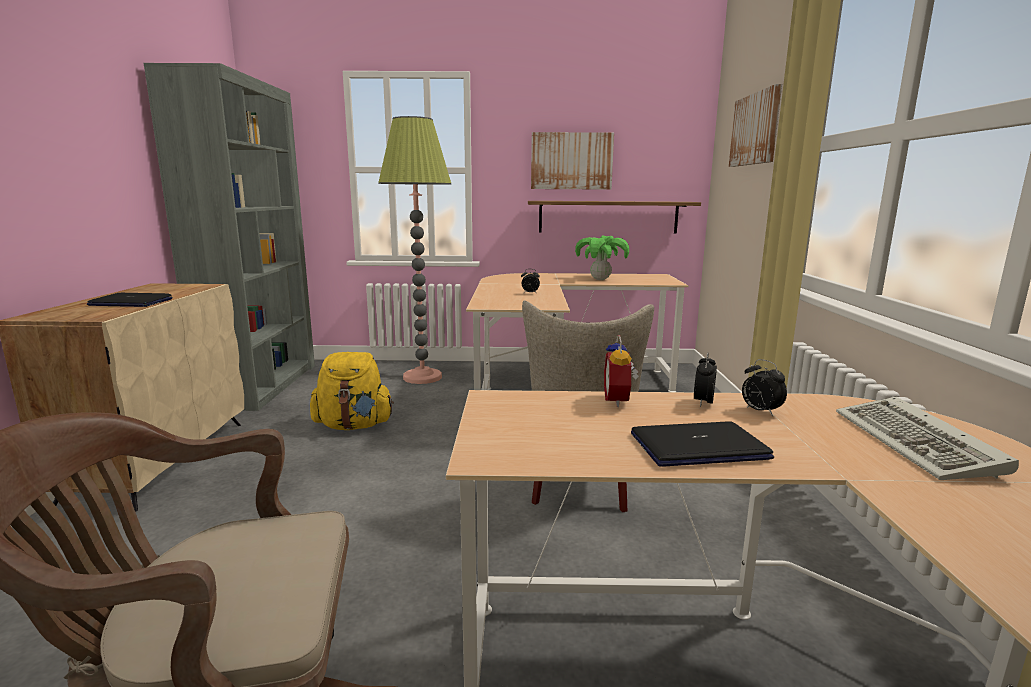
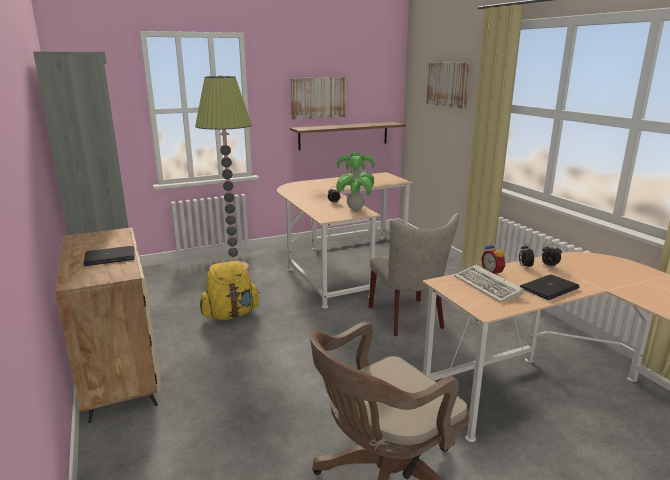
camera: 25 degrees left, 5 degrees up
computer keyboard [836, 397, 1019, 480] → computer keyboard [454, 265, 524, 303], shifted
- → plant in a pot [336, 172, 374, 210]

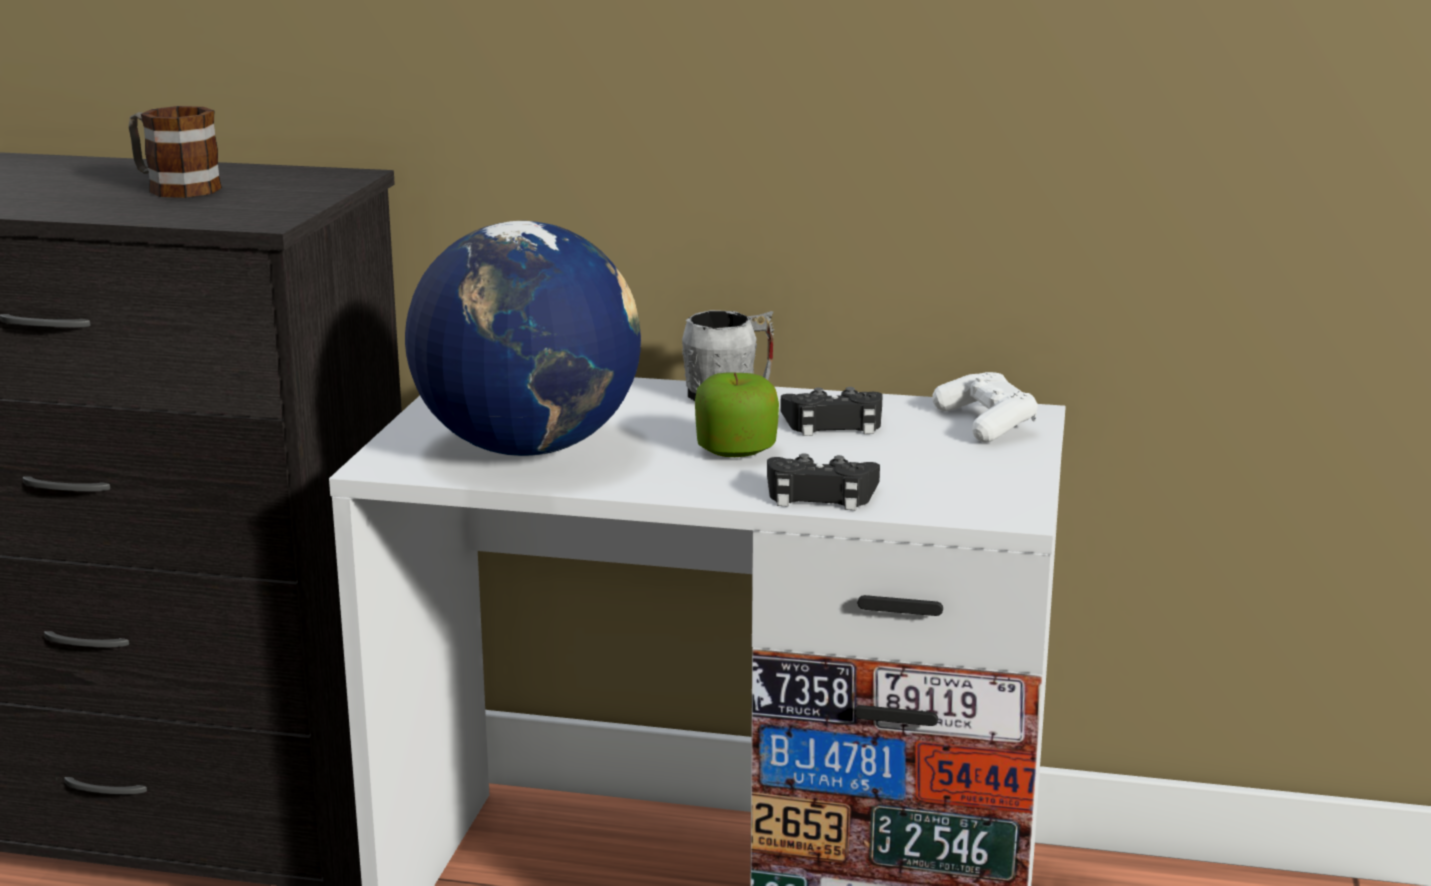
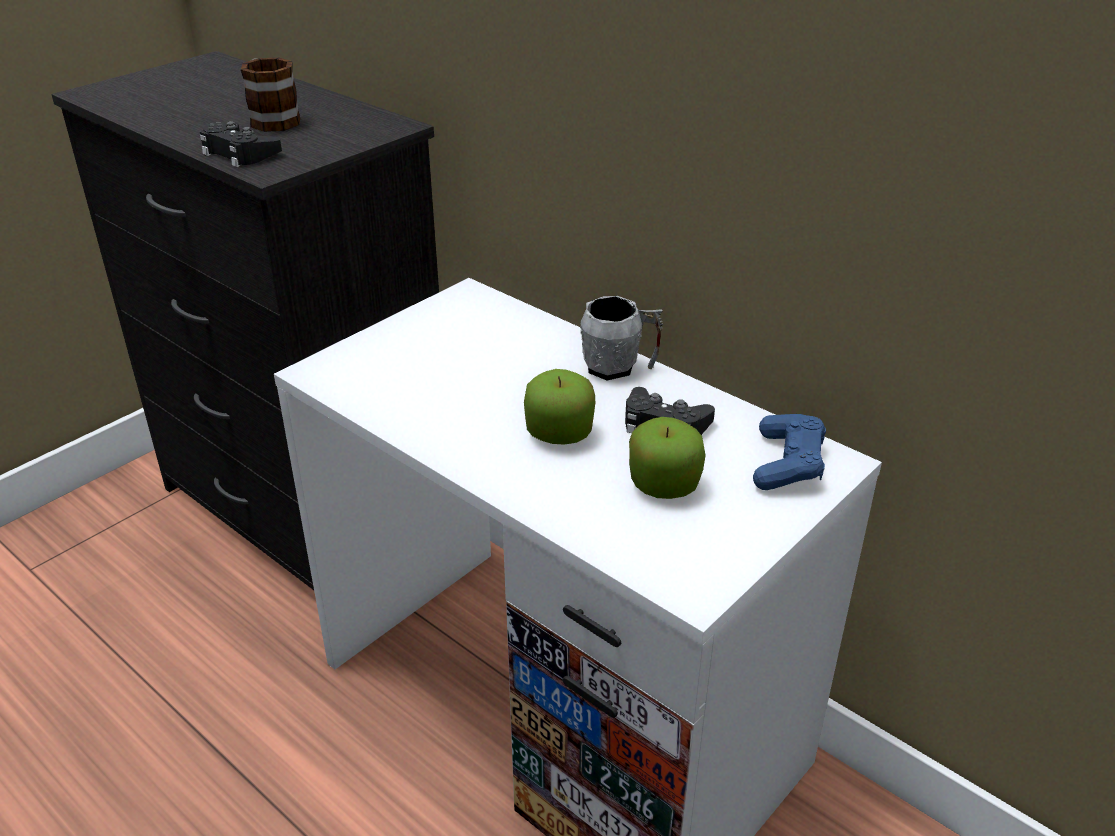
camera: 30 degrees right, 15 degrees up
desk globe [405, 221, 641, 456] → -
game controller/whitish [932, 372, 1038, 442] → game controller/blue [753, 414, 826, 490]
game controller/black-coloured [767, 453, 880, 510] → game controller/black-coloured [200, 121, 282, 167], shifted
- → whole apple [629, 417, 705, 499]

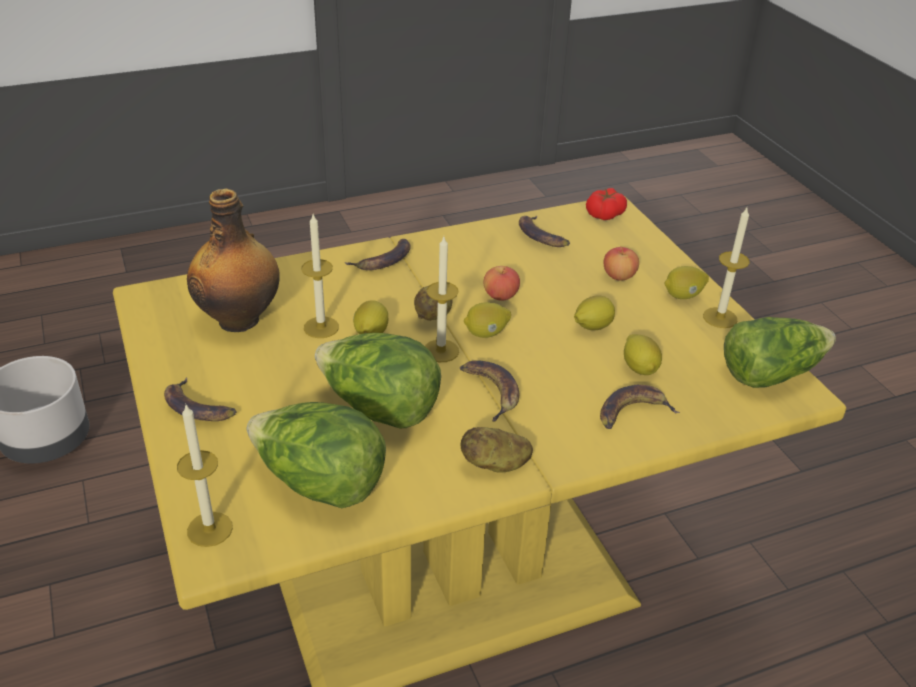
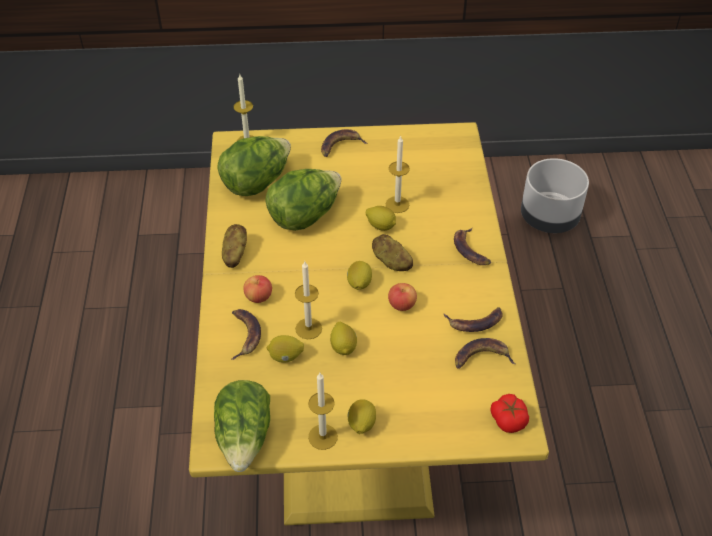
camera: 110 degrees right, 10 degrees up
beverage bottle [187, 189, 280, 332] → -
wax candle [425, 237, 459, 362] → wax candle [295, 262, 322, 339], shifted
whole apple [604, 246, 639, 281] → whole apple [243, 275, 272, 303], shifted
banana [460, 360, 519, 422] → banana [444, 307, 503, 332], shifted

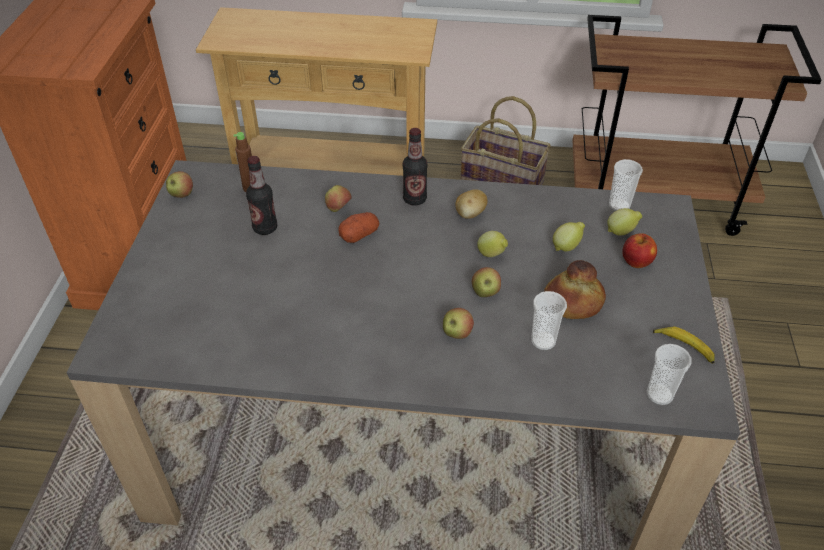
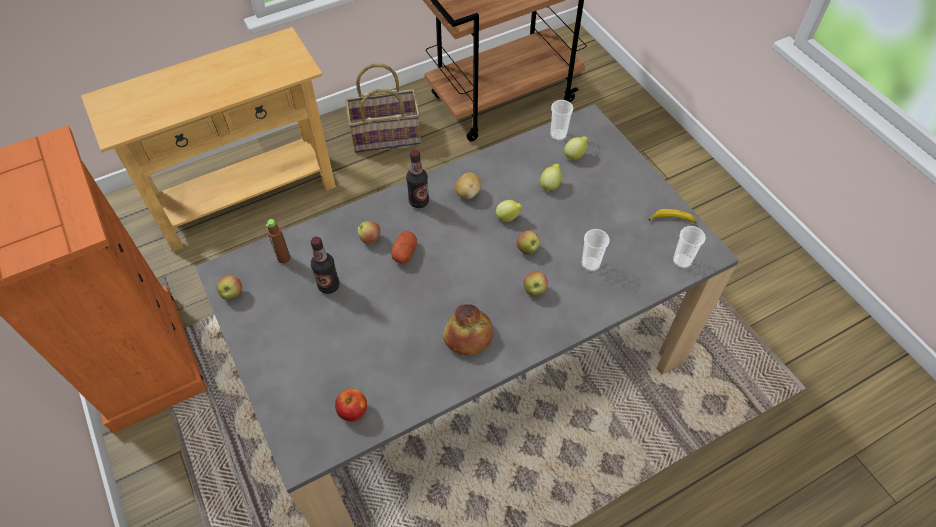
camera: 35 degrees left, 10 degrees up
whole apple [622, 233, 657, 268] → whole apple [335, 388, 367, 421], shifted
baked bread [544, 260, 606, 319] → baked bread [443, 304, 493, 356], shifted

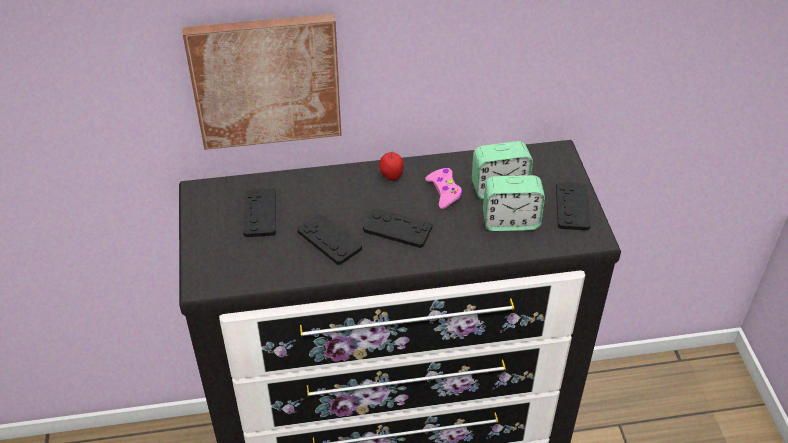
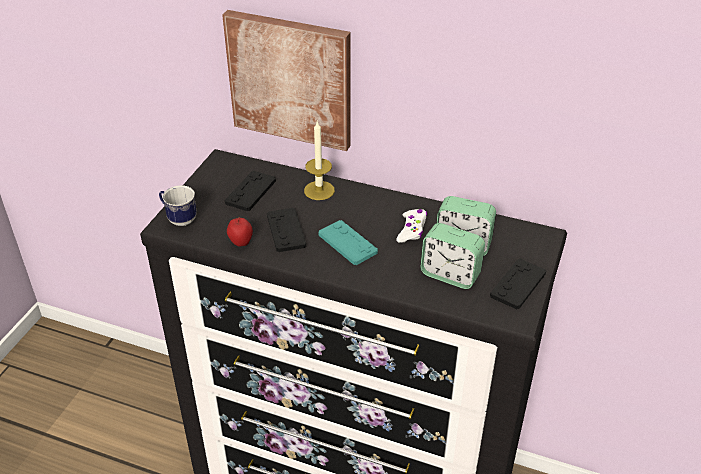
camera: 30 degrees right, 5 degrees down
whole apple [379, 152, 404, 181] → whole apple [227, 217, 253, 246], shifted
game controller/pink [425, 168, 463, 209] → game controller/whitish [396, 209, 427, 243]
game controller/black-coloured [363, 208, 432, 248] → game controller/turquoise [318, 220, 378, 265]
- → wax candle [304, 121, 335, 200]
- → tea mug [159, 185, 197, 226]

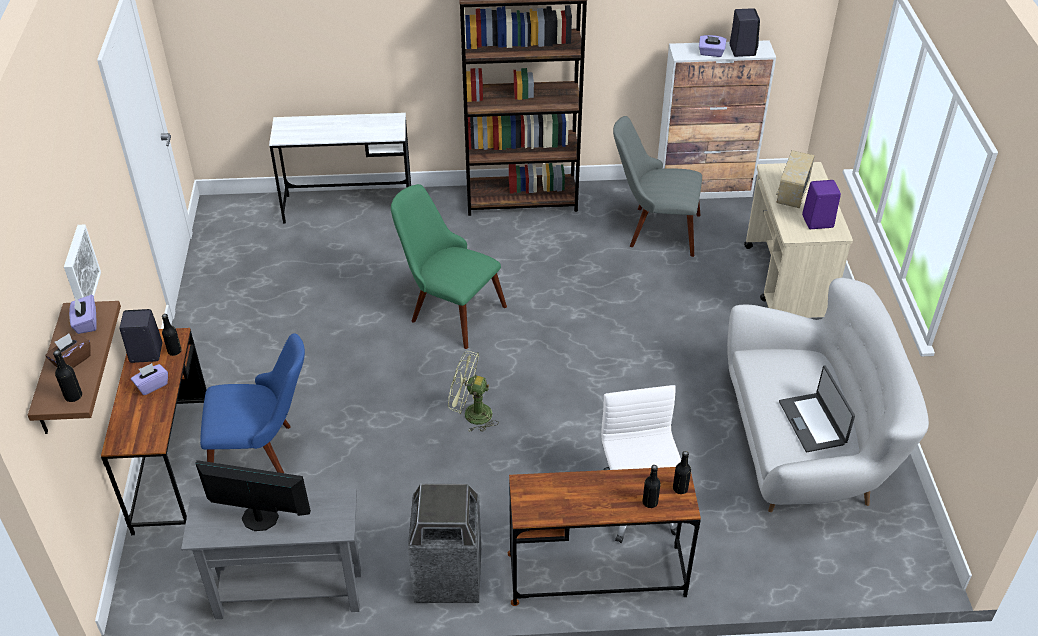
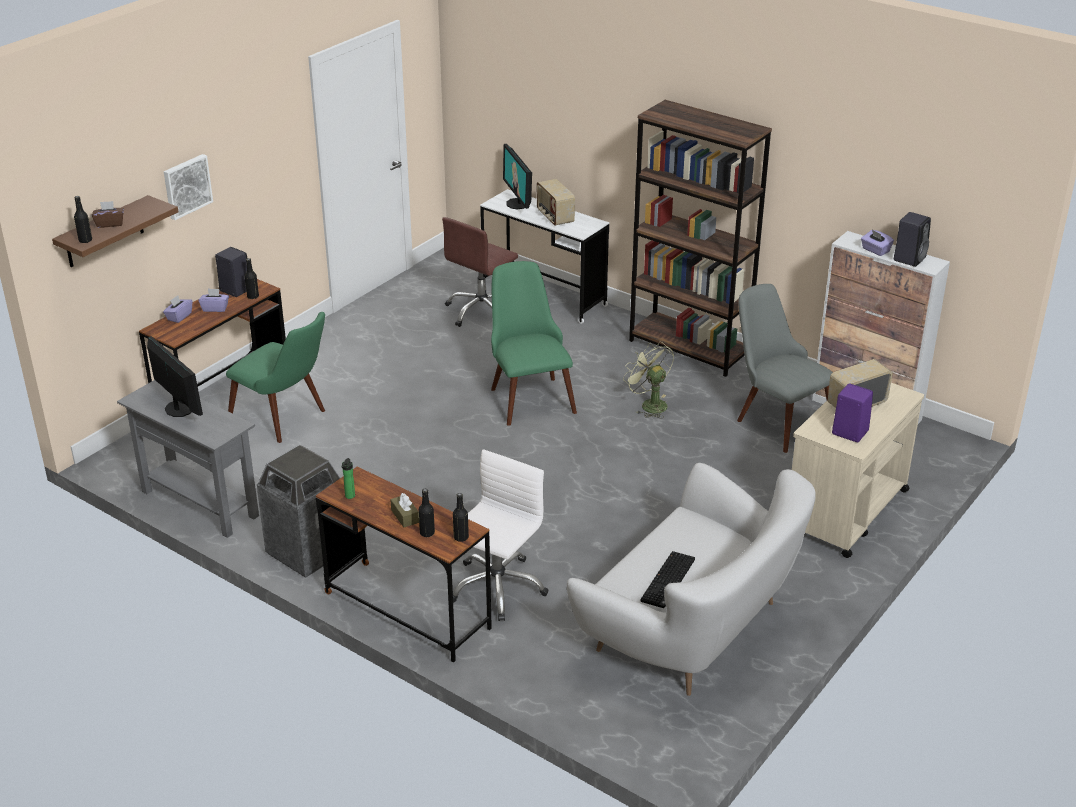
camera: 40 degrees right, 10 degrees down
tissue holder/purple [69, 294, 97, 334] → tissue holder/purple [163, 295, 192, 323], shifted
plain chair/blue [200, 333, 305, 473] → plain chair/green [226, 312, 325, 443]
fan/green [448, 351, 499, 432] → fan/green [623, 341, 674, 418], shifted
notebook computer [779, 366, 855, 452] → computer keyboard [641, 551, 695, 608]
- → computer display [503, 144, 532, 209]
- → radio receiver [537, 179, 575, 226]
- → computer chair/brown [442, 217, 518, 327]
- → beverage bottle [342, 458, 355, 499]
- → tissue holder/brown [390, 493, 419, 527]

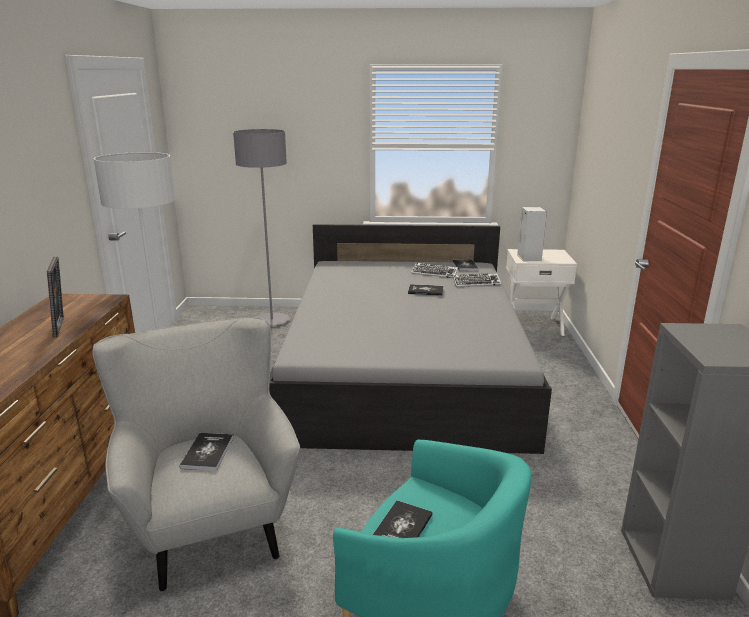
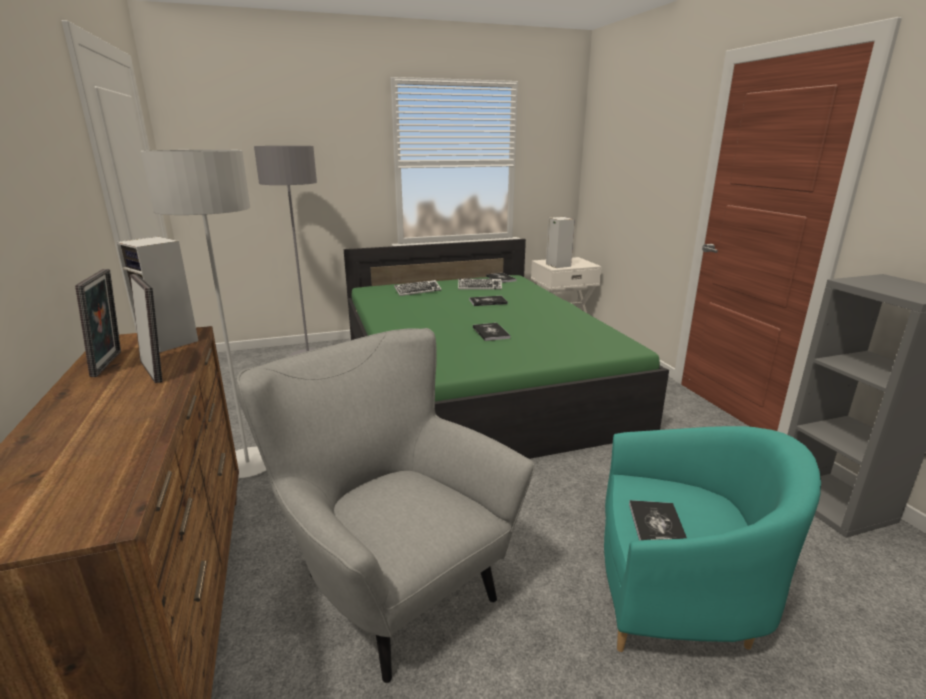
camera: 20 degrees left, 0 degrees up
bed/gray [269, 224, 552, 454] → bed/green [344, 239, 669, 459]
computer keyboard [453, 273, 501, 287] → computer keyboard [394, 280, 442, 296], shifted
volume [180, 433, 233, 471] → volume [473, 323, 511, 341], shifted
- → speaker [116, 236, 198, 353]
- → standing frame [75, 269, 121, 377]

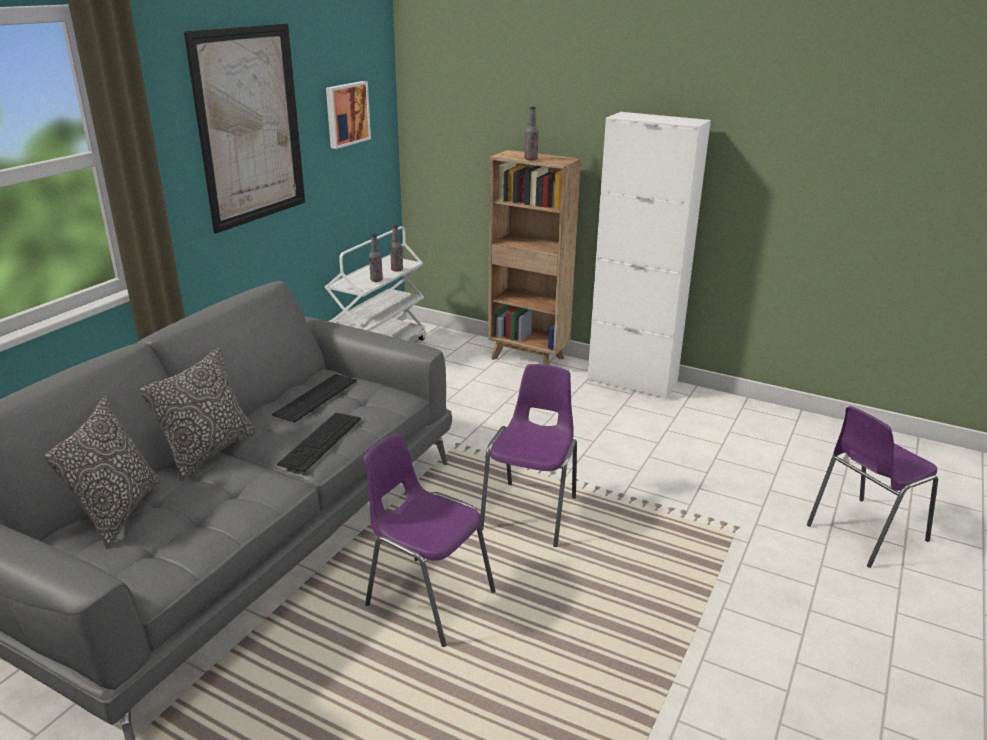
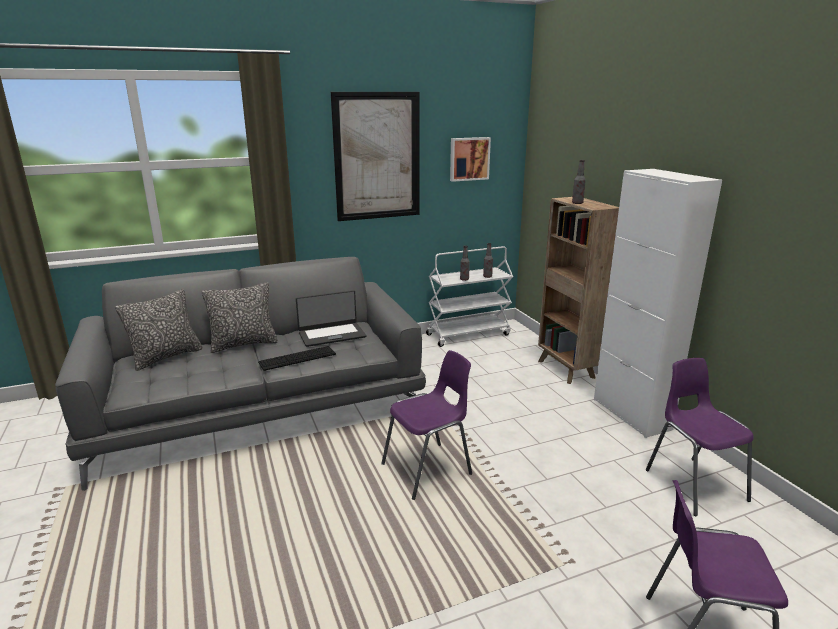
camera: 40 degrees right, 5 degrees down
computer keyboard [272, 374, 357, 423] → notebook computer [296, 290, 366, 347]
plain chair/purple [364, 433, 496, 647] → plain chair/purple [646, 358, 754, 516], shifted

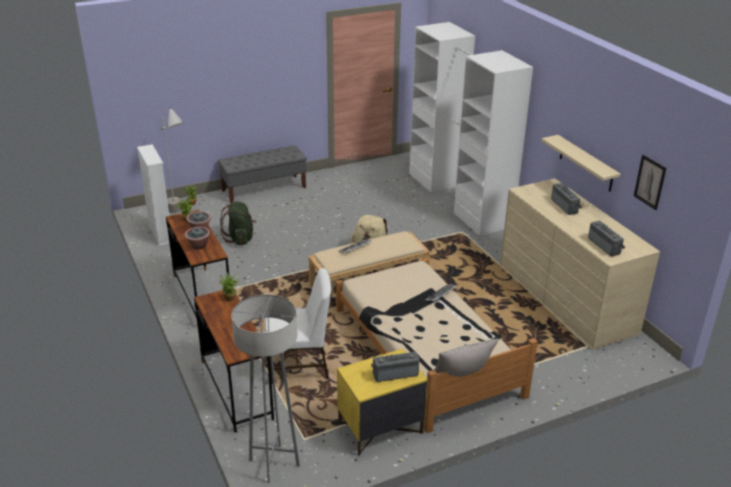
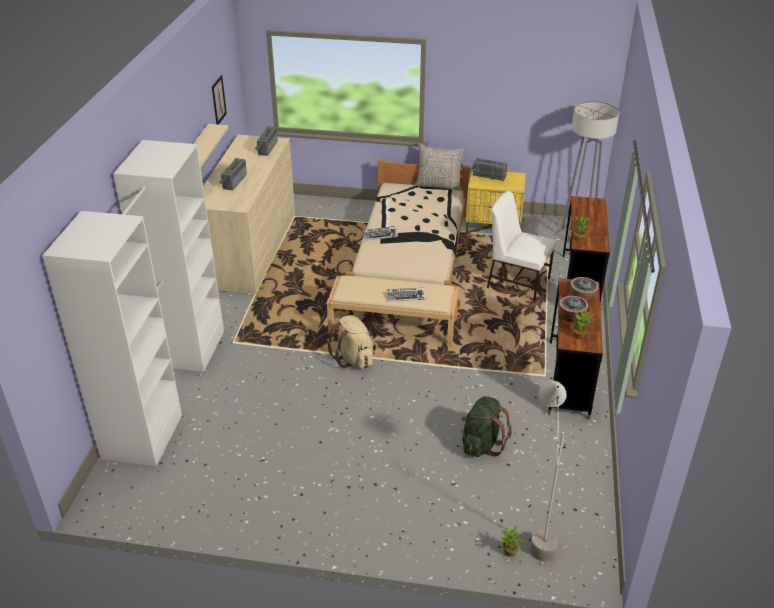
camera: 145 degrees left, 5 degrees up
bookcase/whitish [137, 144, 170, 246] → -
long seat/gray [218, 145, 307, 203] → -

